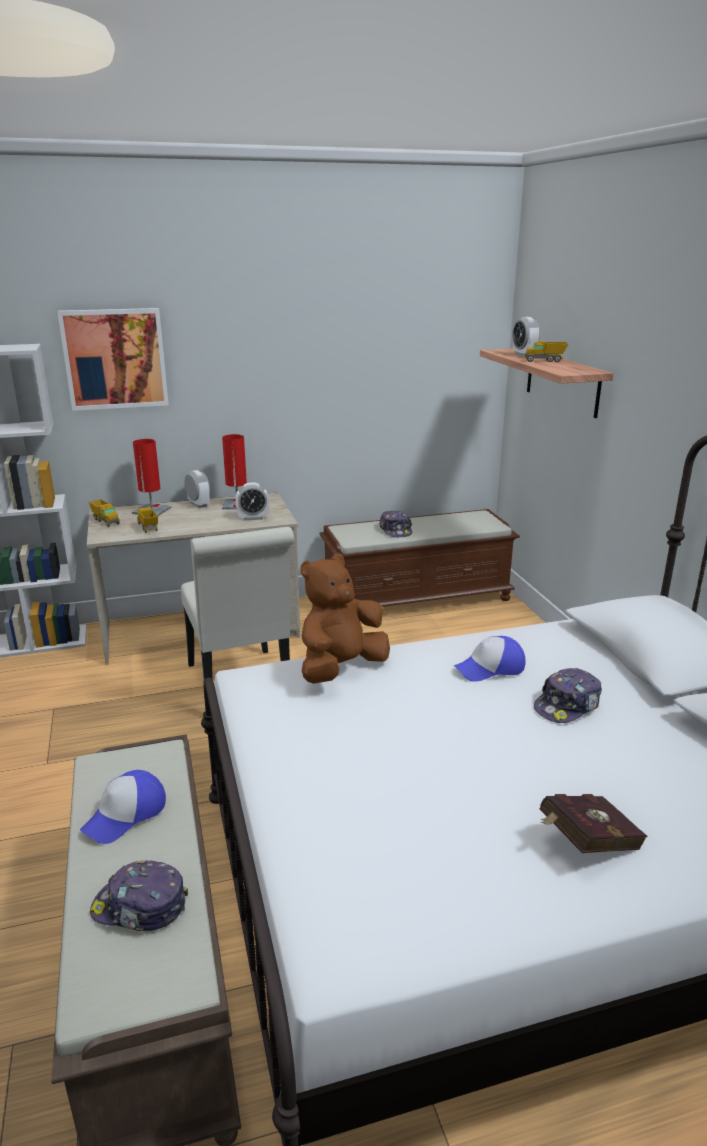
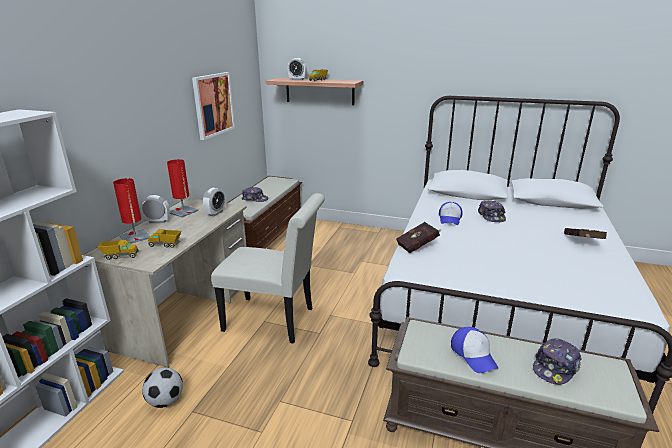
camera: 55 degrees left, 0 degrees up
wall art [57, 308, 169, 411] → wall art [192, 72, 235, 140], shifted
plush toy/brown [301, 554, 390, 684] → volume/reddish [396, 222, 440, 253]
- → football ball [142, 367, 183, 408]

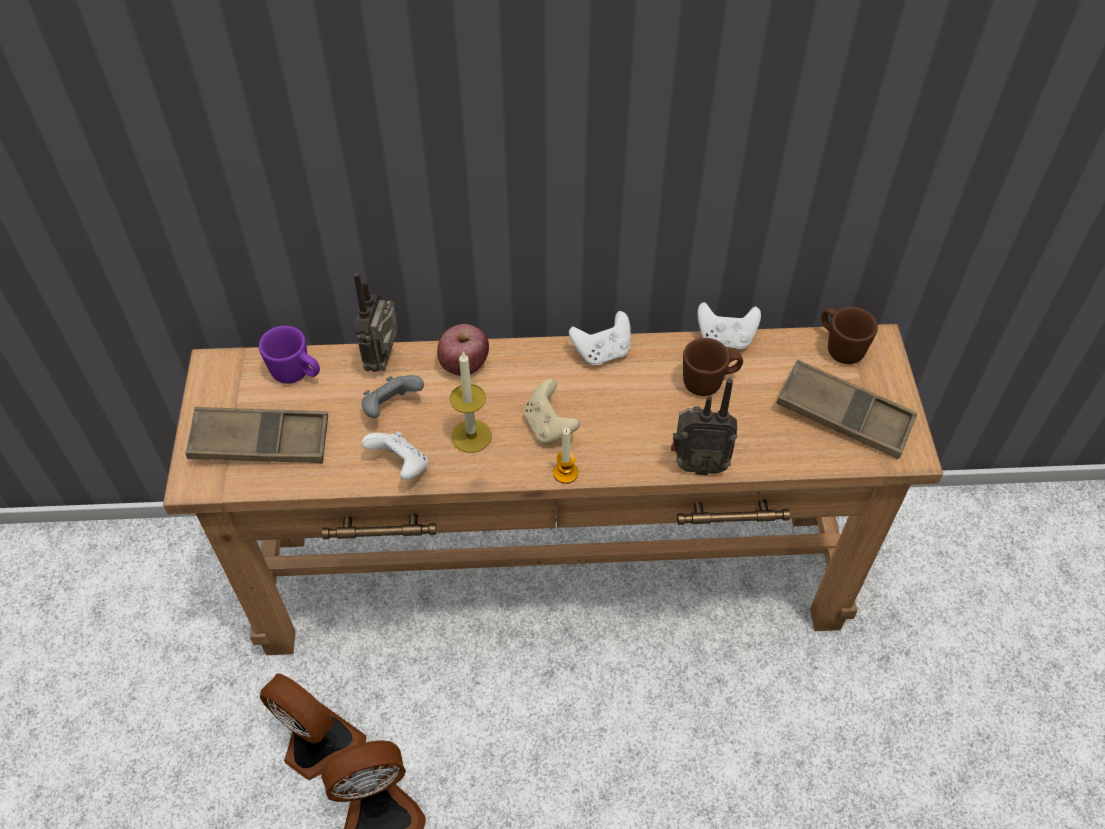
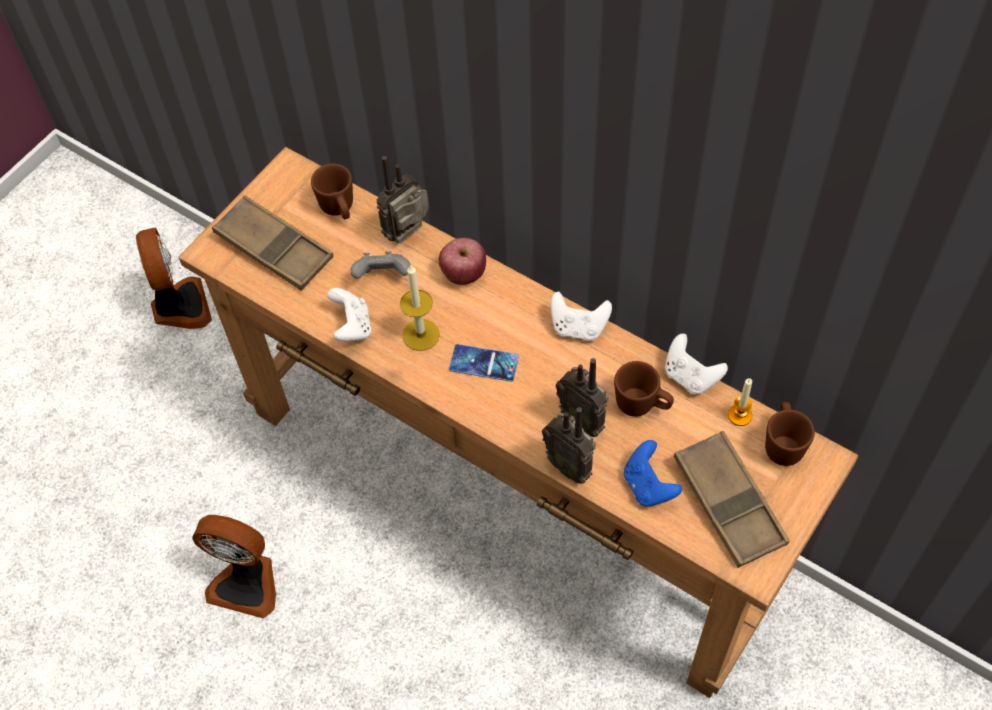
camera: 40 degrees right, 5 degrees up
tea mug/purple [259, 326, 320, 384] → tea mug/brown [311, 164, 353, 219]
game controller/beige [524, 379, 580, 444] → handset [449, 344, 519, 382]
wax candle [553, 428, 578, 484] → wax candle [728, 378, 752, 426], shifted
fan [260, 673, 367, 780] → fan [136, 227, 212, 329], shifted
- → radio receiver [556, 358, 609, 437]
- → game controller/blue [624, 440, 682, 506]

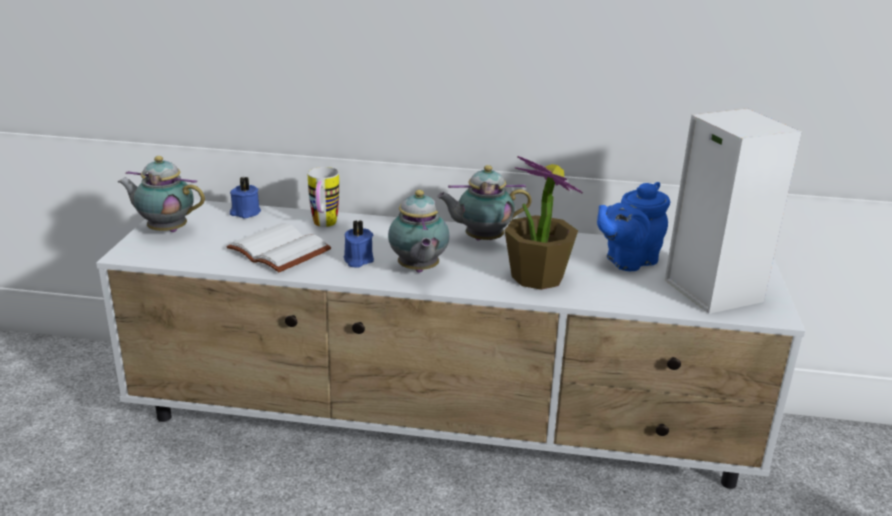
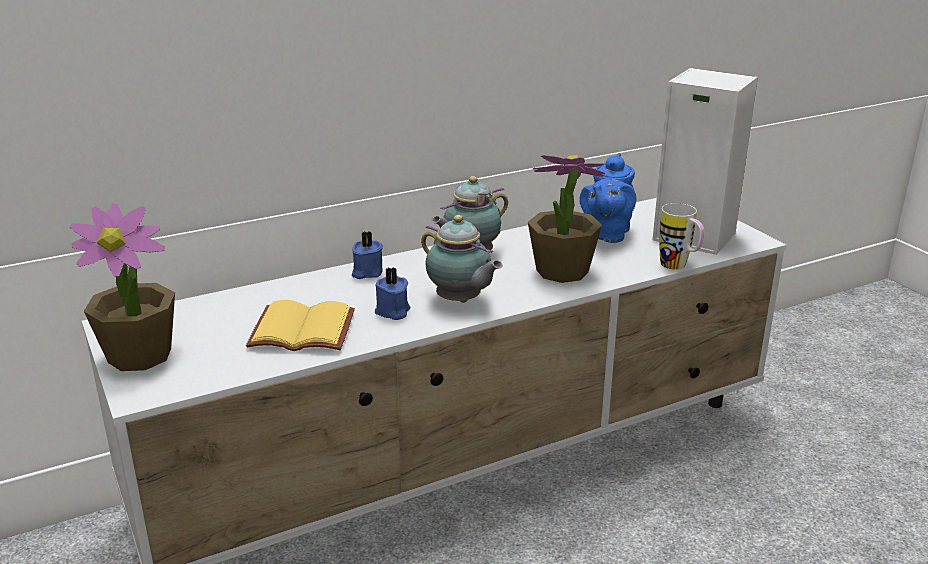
camera: 35 degrees left, 0 degrees up
teapot [117, 156, 205, 232] → plant in a pot [70, 203, 175, 371]
tea mug [307, 167, 339, 227] → tea mug [659, 203, 704, 270], shifted
wax candle/blue [230, 177, 261, 218] → wax candle/blue [352, 232, 383, 279], shifted
volume/whitish [226, 223, 331, 272] → volume/yellow [246, 300, 355, 351]

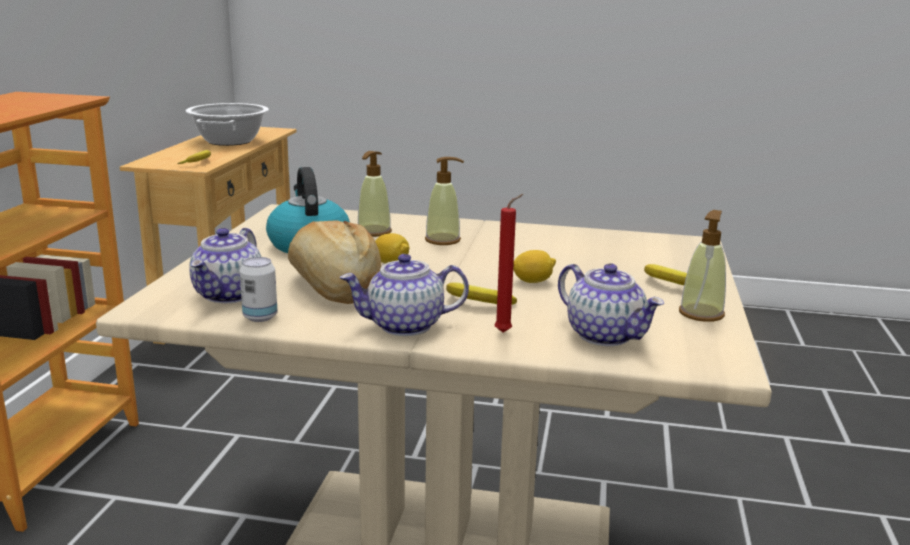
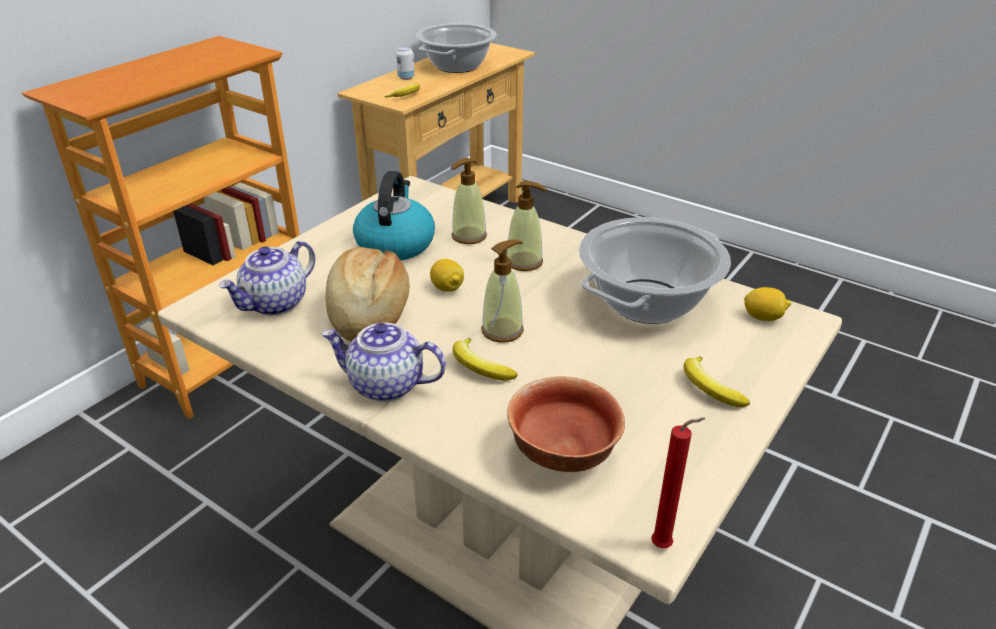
camera: 25 degrees right, 15 degrees up
wax candle/reddish [495, 194, 524, 333] → wax candle/reddish [651, 418, 706, 548], shifted
liquid soap bottle [679, 210, 726, 322] → liquid soap bottle [481, 239, 524, 343], shifted
lemon [513, 250, 556, 283] → lemon [744, 287, 791, 321], shifted
metal can [240, 257, 278, 322] → metal can [396, 46, 414, 80], shifted
teapot [558, 263, 664, 346] → bowl [507, 376, 625, 472]
- → stockpot [579, 217, 731, 324]

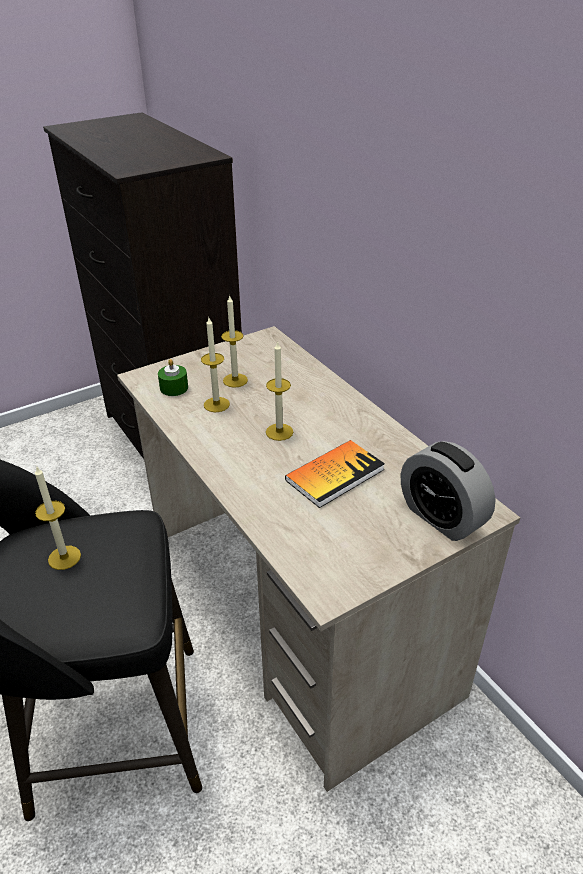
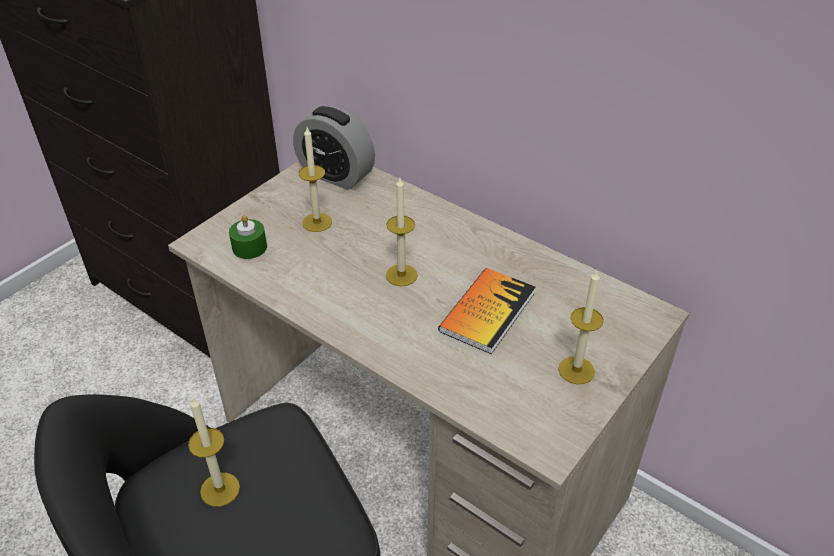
camera: 20 degrees left, 5 degrees up
wax candle [201, 318, 230, 412] → wax candle [558, 271, 604, 385], shifted
alarm clock [401, 441, 496, 541] → alarm clock [293, 106, 375, 190], shifted

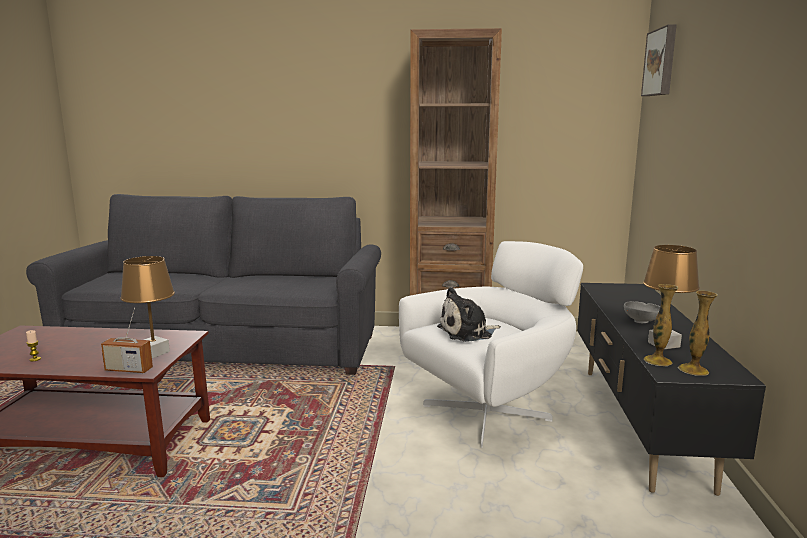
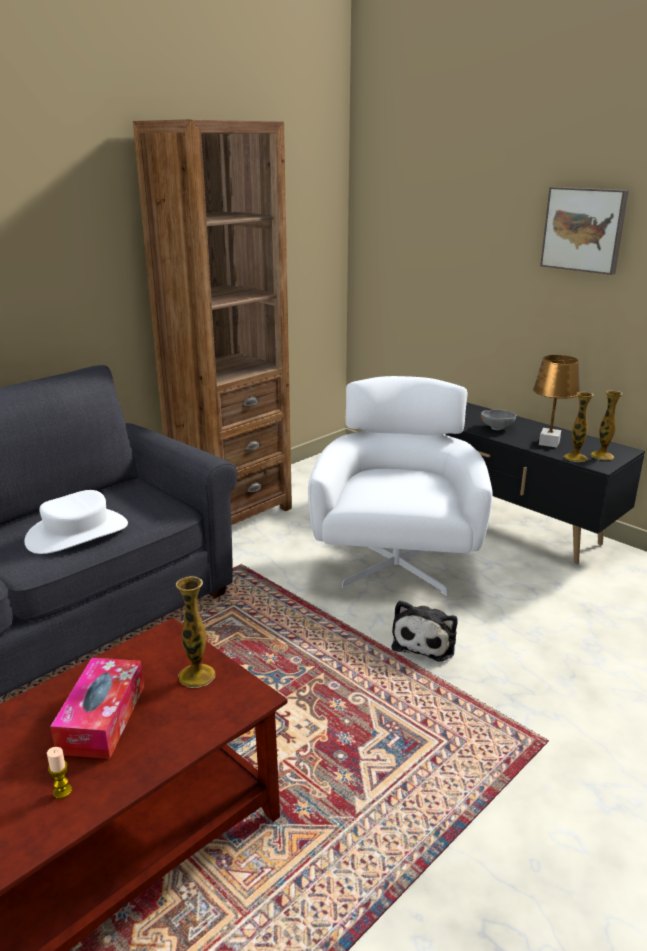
camera: 50 degrees left, 10 degrees up
wall art [641, 24, 677, 96] → wall art [540, 187, 629, 275], shifted
tabletop lamp/brown [120, 256, 175, 358] → vase [176, 576, 215, 688]
plush toy [437, 287, 501, 342] → plush toy [391, 600, 458, 661], shifted
radio receiver [101, 308, 153, 373] → -
- → clothing hat/whitish [24, 490, 128, 554]
- → tissue holder [50, 658, 144, 759]

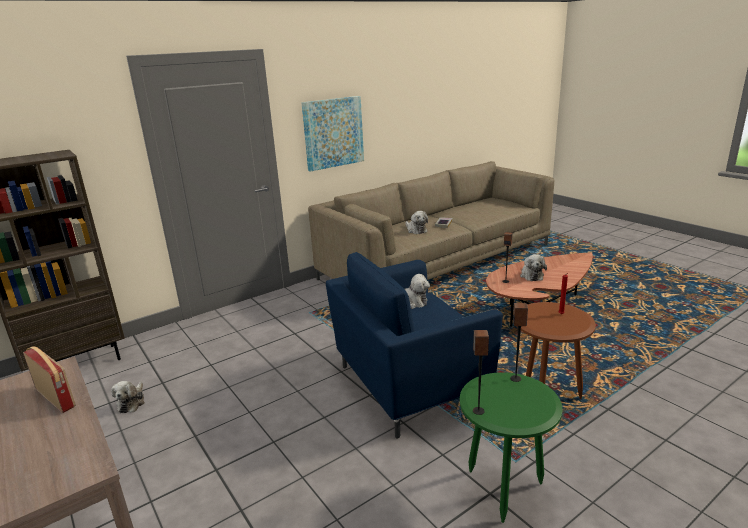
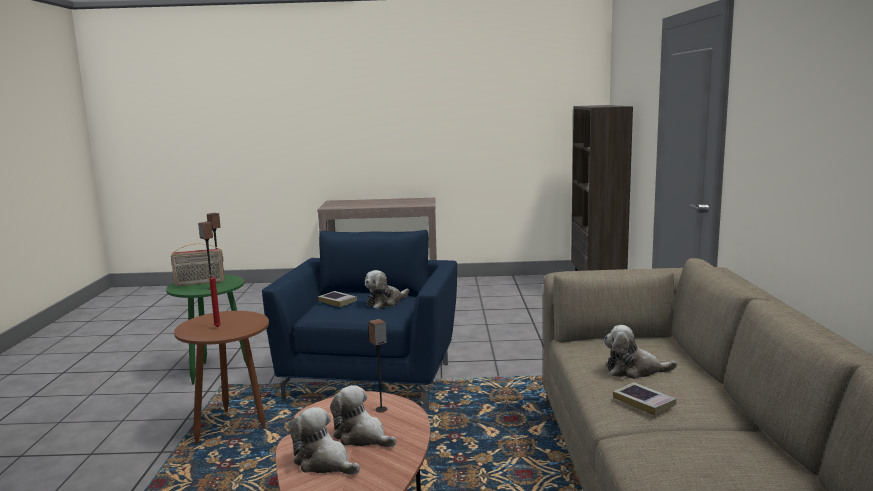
camera: 125 degrees right, 10 degrees down
wall art [301, 96, 364, 172] → -
radio receiver [23, 346, 76, 413] → radio receiver [171, 243, 224, 286], shifted
plush toy [111, 381, 145, 413] → plush toy [290, 407, 360, 475], shifted
- → volume [318, 291, 357, 307]

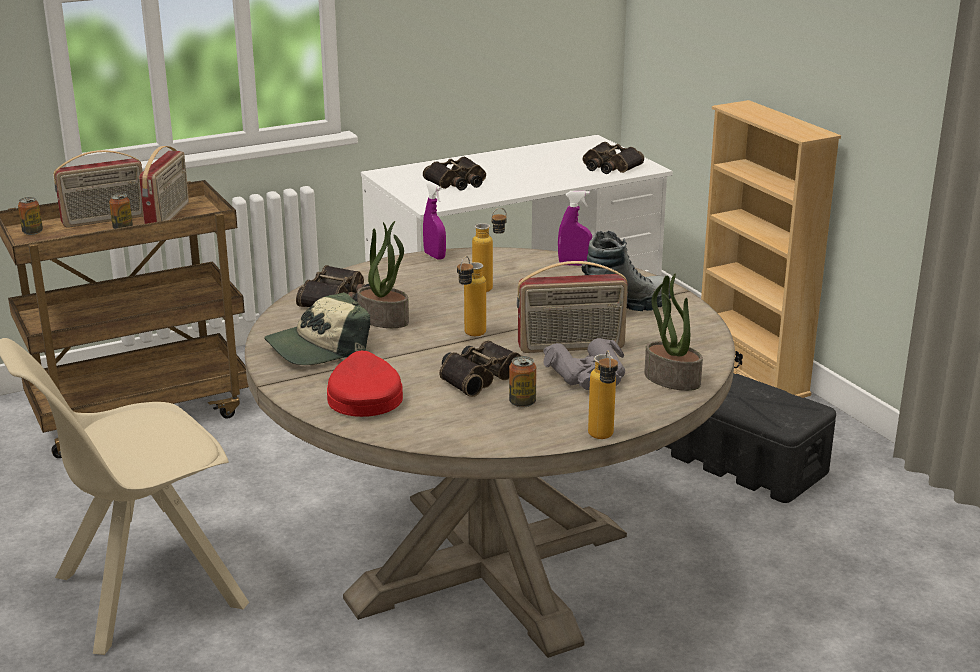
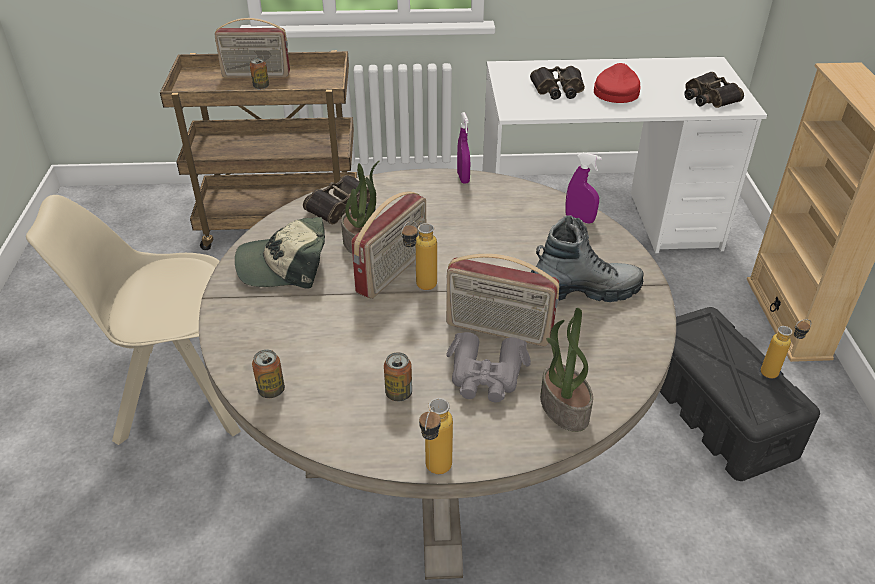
camera: 25 degrees right, 15 degrees up
radio receiver [139, 146, 189, 224] → radio receiver [351, 192, 426, 299], shifted
metal can [18, 197, 43, 235] → metal can [252, 349, 285, 398], shifted
beverage bottle [472, 208, 507, 292] → beverage bottle [761, 319, 811, 379], shifted
pair of binoculars [439, 340, 521, 397] → -
baseball cap/reddish [327, 351, 403, 417] → baseball cap/reddish [594, 63, 640, 103], shifted

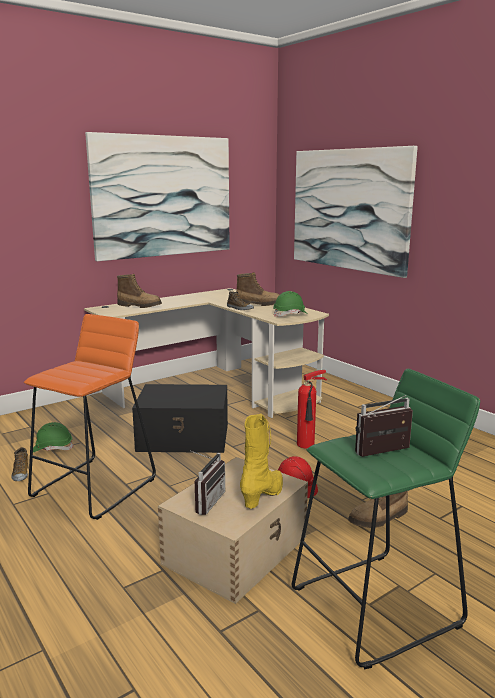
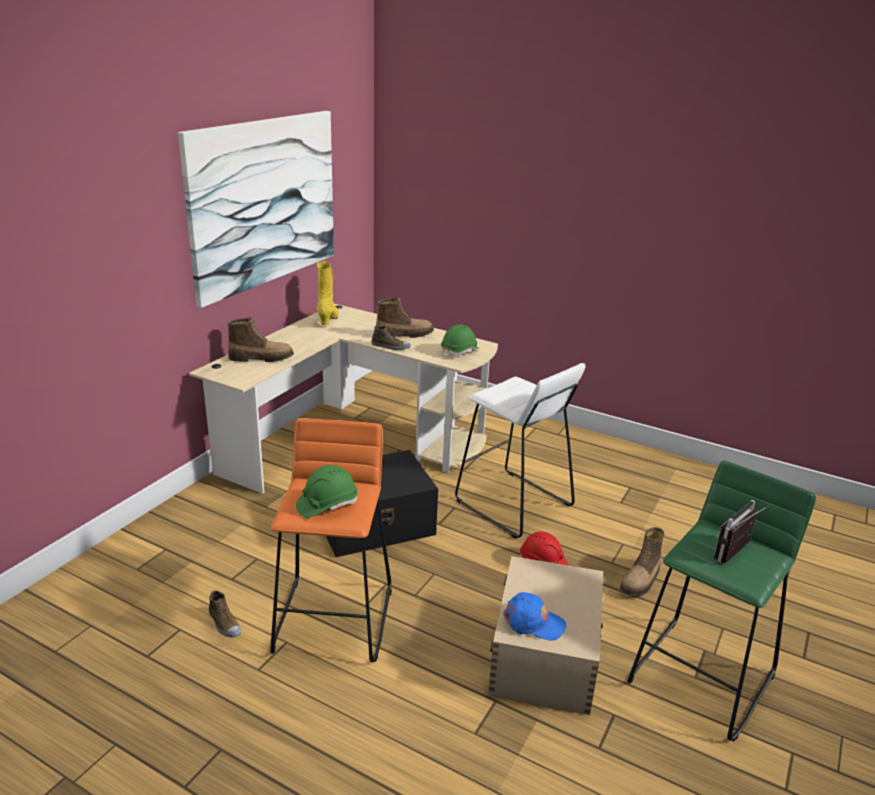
camera: 25 degrees left, 10 degrees up
wall art [294, 146, 418, 278] → -
fire-fighting cylinder [297, 370, 327, 449] → sitting stool/whitish [455, 363, 585, 539]
tall boot/yellow [240, 414, 283, 509] → tall boot/yellow [317, 261, 339, 325], shifted
work helmet/green [33, 422, 74, 452] → work helmet/green [296, 465, 358, 518], shifted
radio receiver [191, 451, 225, 515] → baseball cap/blue [503, 592, 566, 641]

